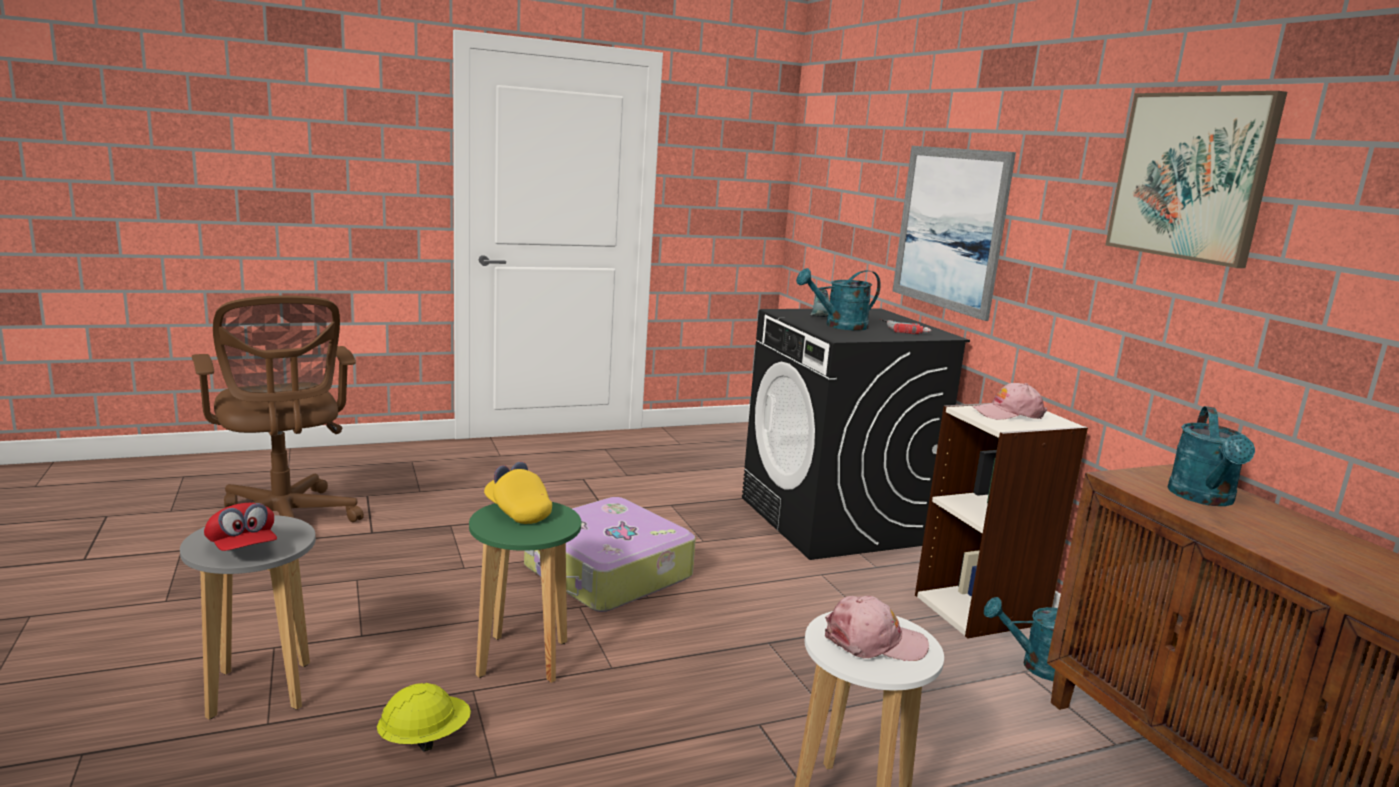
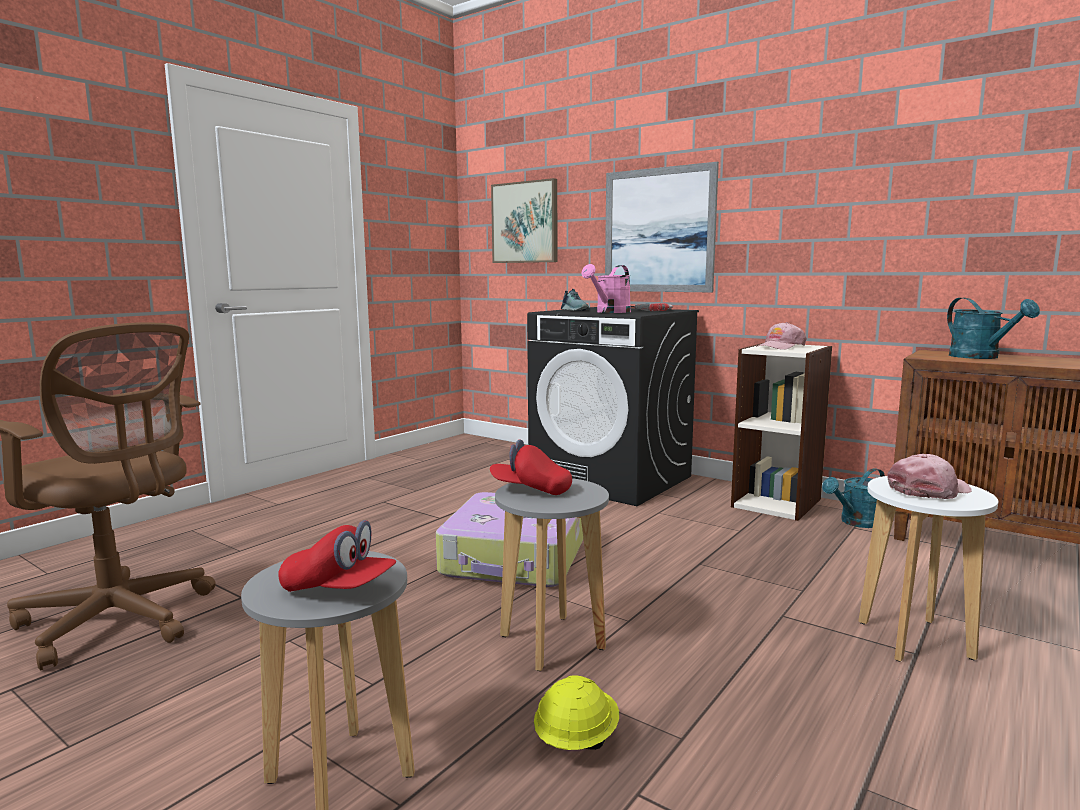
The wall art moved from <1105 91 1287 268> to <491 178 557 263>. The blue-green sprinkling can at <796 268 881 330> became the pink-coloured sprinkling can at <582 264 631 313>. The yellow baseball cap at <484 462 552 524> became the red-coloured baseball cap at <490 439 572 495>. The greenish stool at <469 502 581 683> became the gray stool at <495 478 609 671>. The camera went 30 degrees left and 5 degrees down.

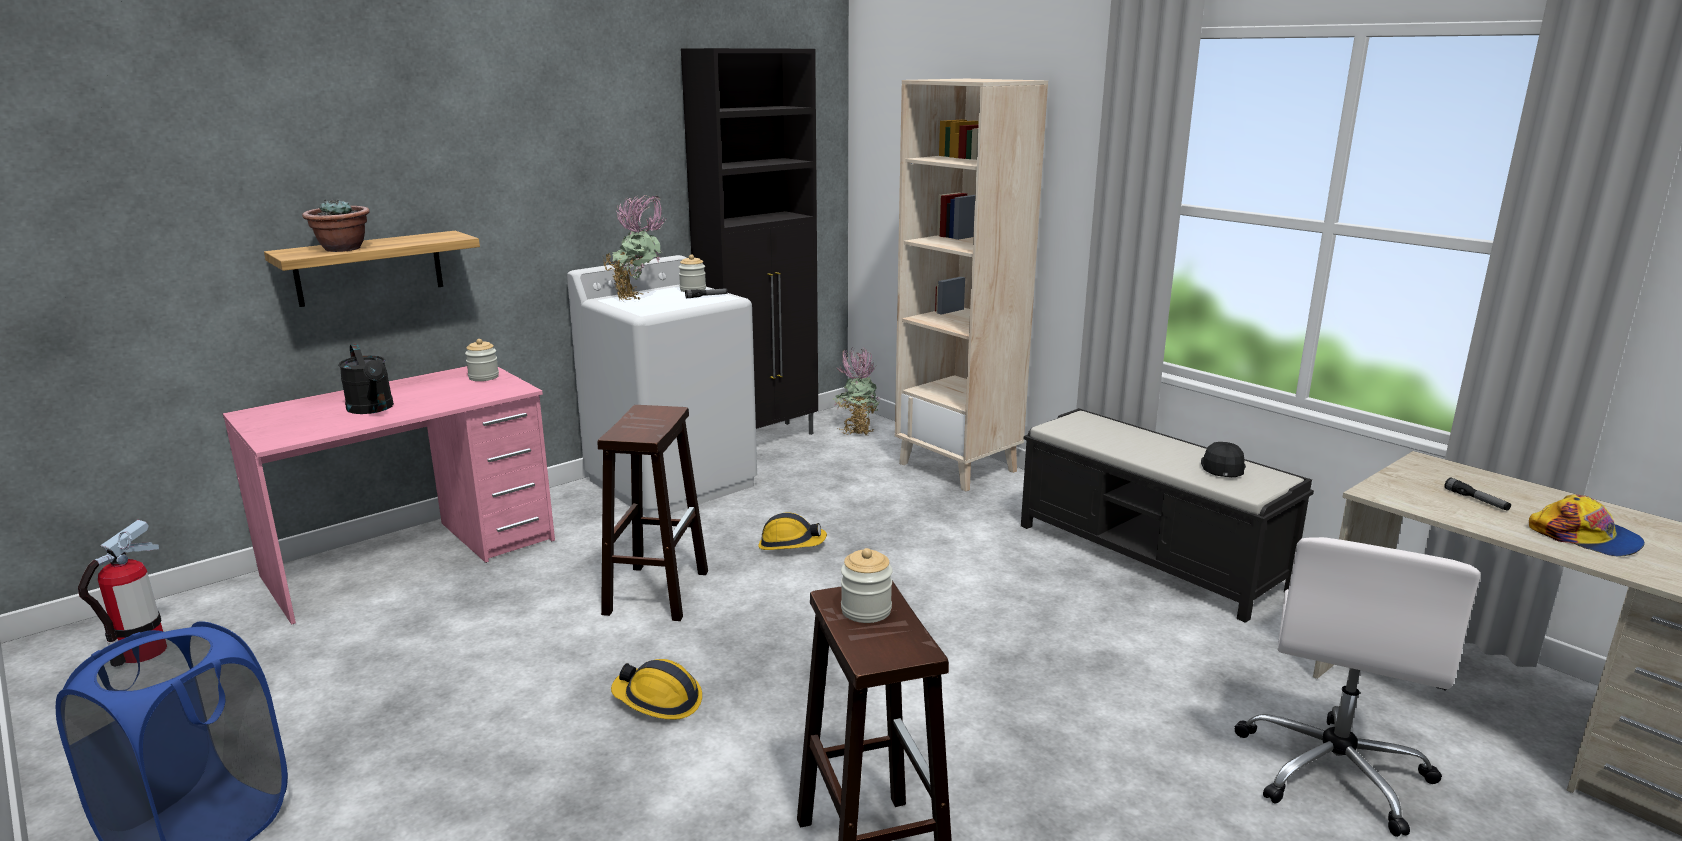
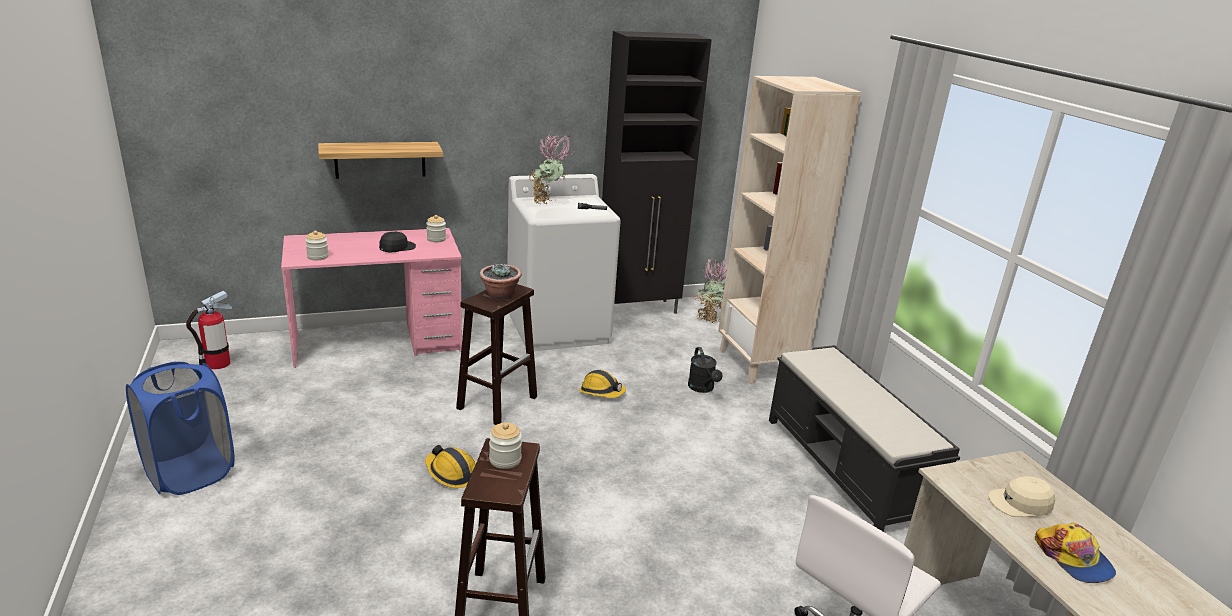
The houseplant moved from <302 198 370 252> to <480 264 522 300>. The jar moved from <679 255 706 292> to <305 231 329 260>. The black-coloured sprinkling can moved from <338 344 394 414> to <688 347 723 393>. The black-coloured baseball cap moved from <1201 442 1246 477> to <379 232 416 252>. The torch at <1445 477 1511 511> was replaced by the beige baseball cap at <988 476 1055 517>. The camera went 20 degrees right and 5 degrees up.

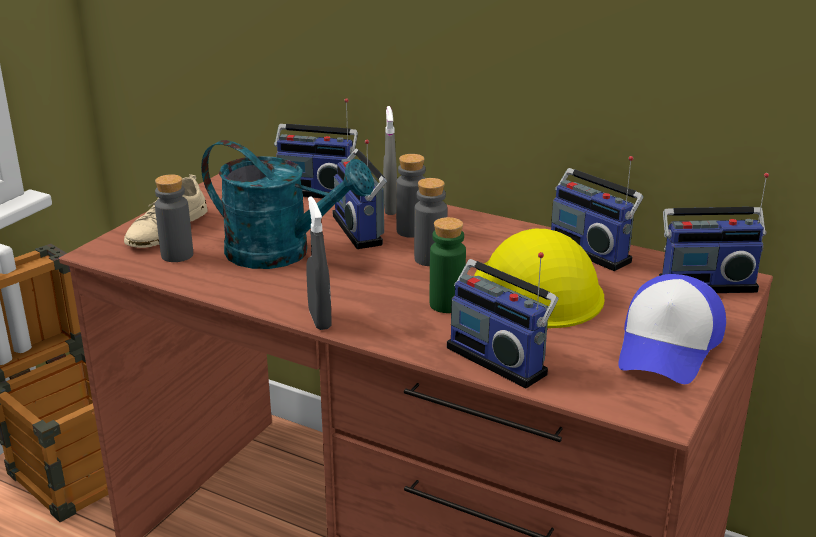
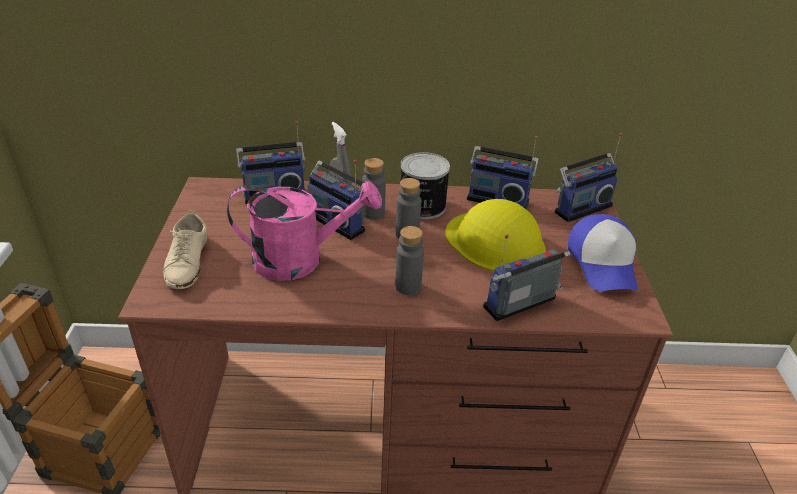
The blue-green sprinkling can at <201 140 374 269> became the pink-coloured sprinkling can at <227 181 382 281>. The gray bottle moved from <155 174 193 262> to <395 226 424 295>. The gray sprayer at <306 196 332 330> disappeared. The greenish bottle at <430 217 466 313> disappeared. The radio receiver at <447 252 559 388> turned 135 degrees clockwise. The can at <400 152 450 219> appeared. The camera went 30 degrees left and 10 degrees up.

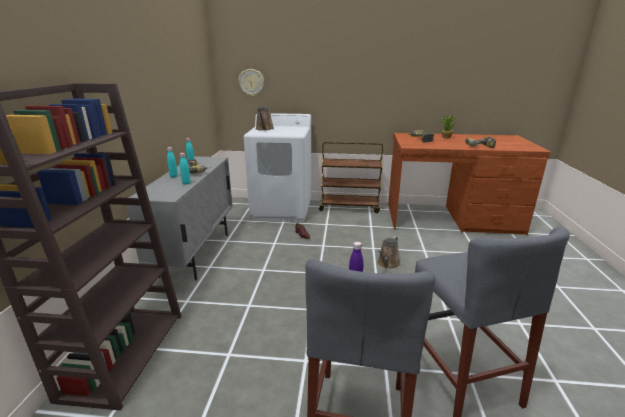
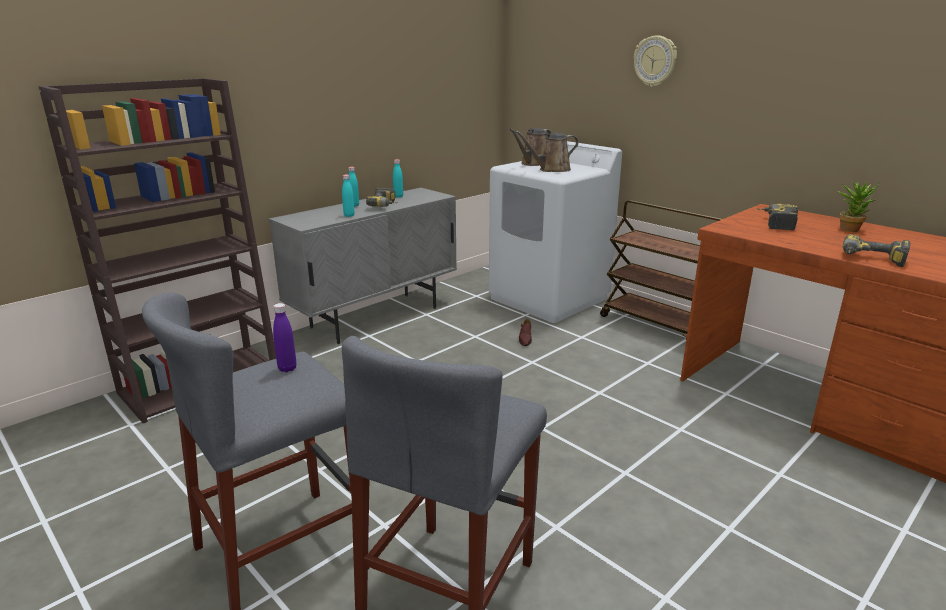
The hanging clock moved from <239 69 264 96> to <634 35 677 87>. The brown sprinkling can moved from <377 236 400 269> to <515 131 579 172>. The camera went 40 degrees right and 0 degrees up.

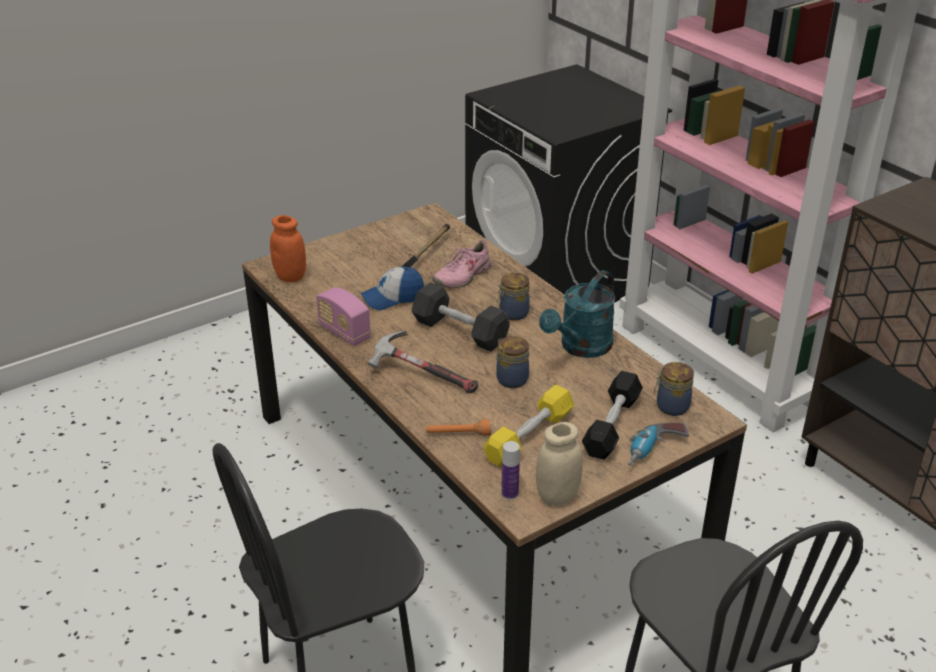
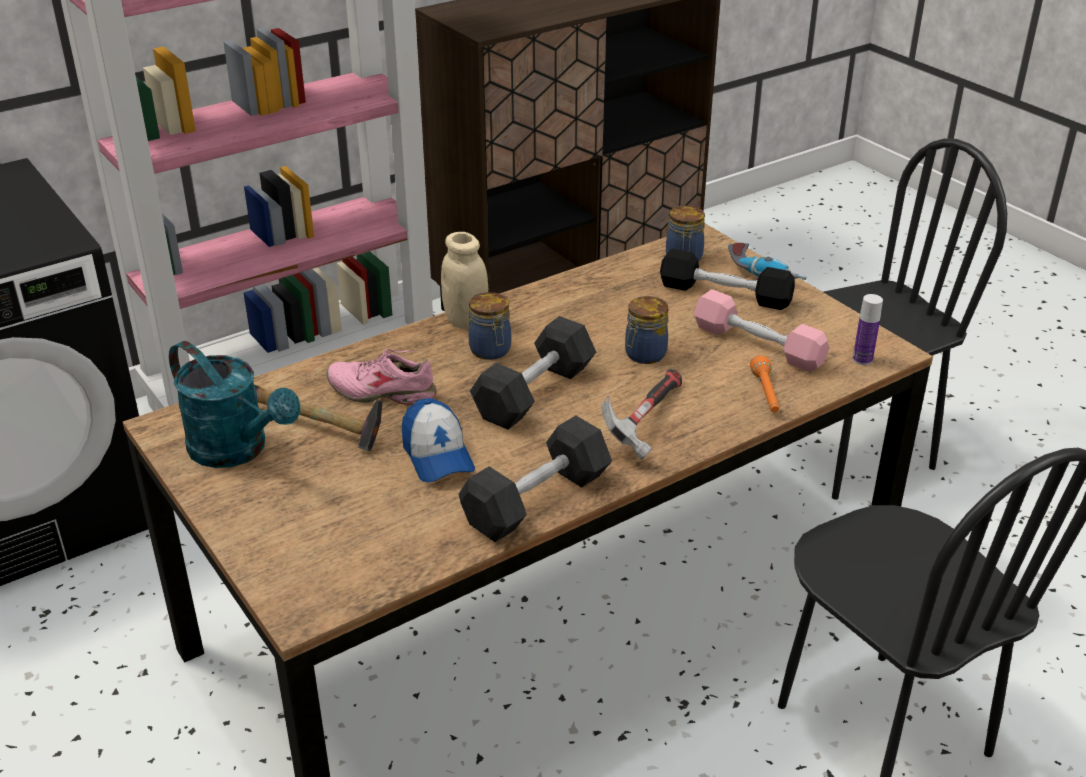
The orange jar at <270 215 306 282> disappeared. The pink-coloured shoe at <432 240 493 288> turned 150 degrees clockwise. The blue-green sprinkling can moved from <539 270 615 358> to <169 341 300 468>. The radio receiver at <316 287 371 346> was replaced by the black-coloured dumbbell at <459 416 612 542>. The yellow dumbbell at <484 385 574 467> became the pink-coloured dumbbell at <694 289 829 372>. The beige jar moved from <536 422 583 506> to <441 232 488 329>. The camera went 90 degrees left and 0 degrees up.

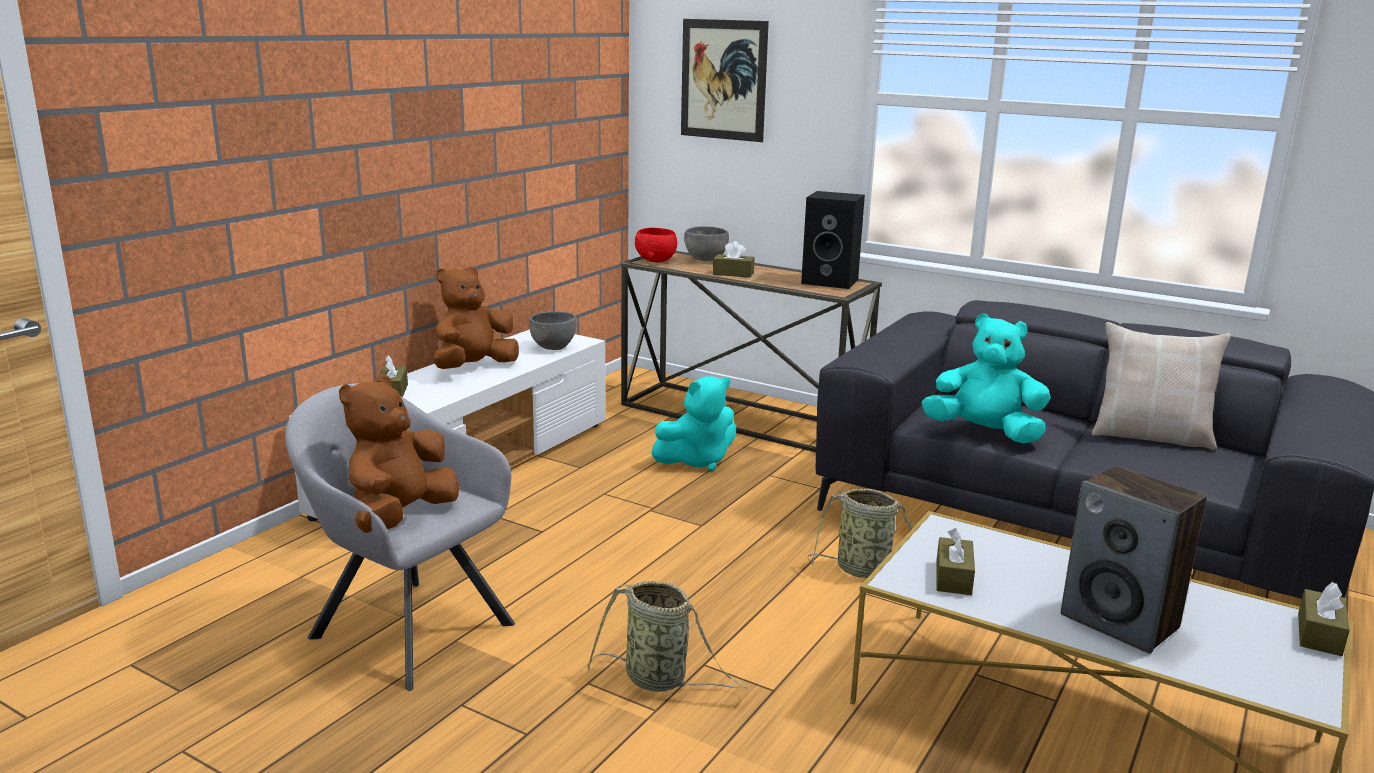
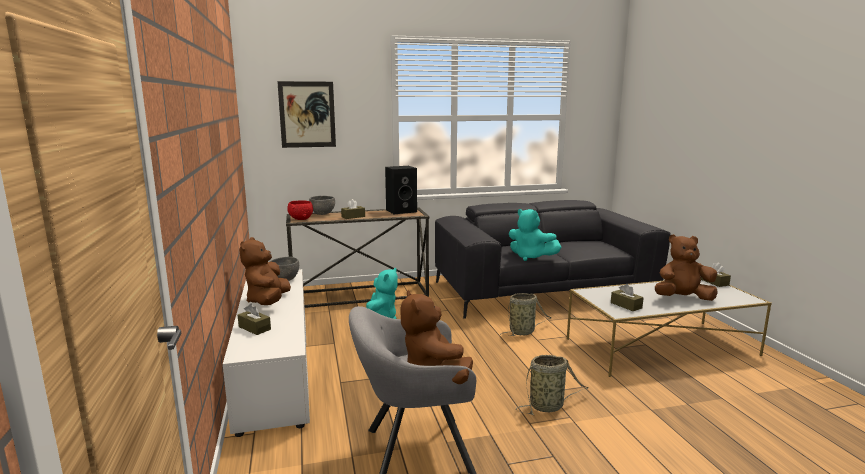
The blue-green cuddly toy at <922 314 1051 444> turned 120 degrees counterclockwise. The beige throw pillow at <1092 322 1231 450> disappeared. The speaker at <1061 466 1207 654> was replaced by the brown cuddly toy at <655 234 718 301>. The camera went 45 degrees left and 5 degrees down.

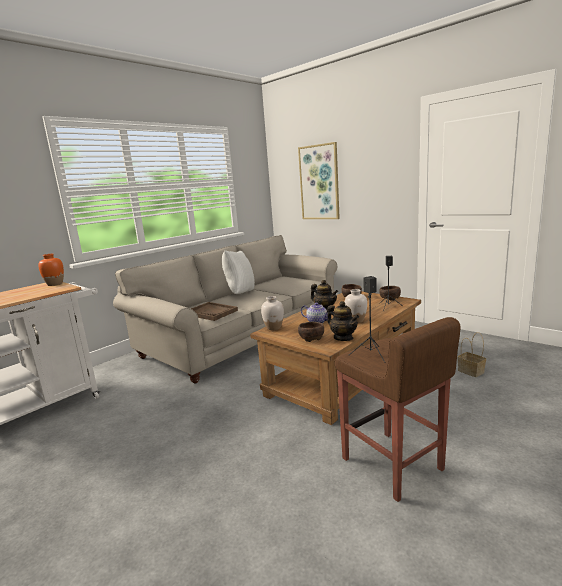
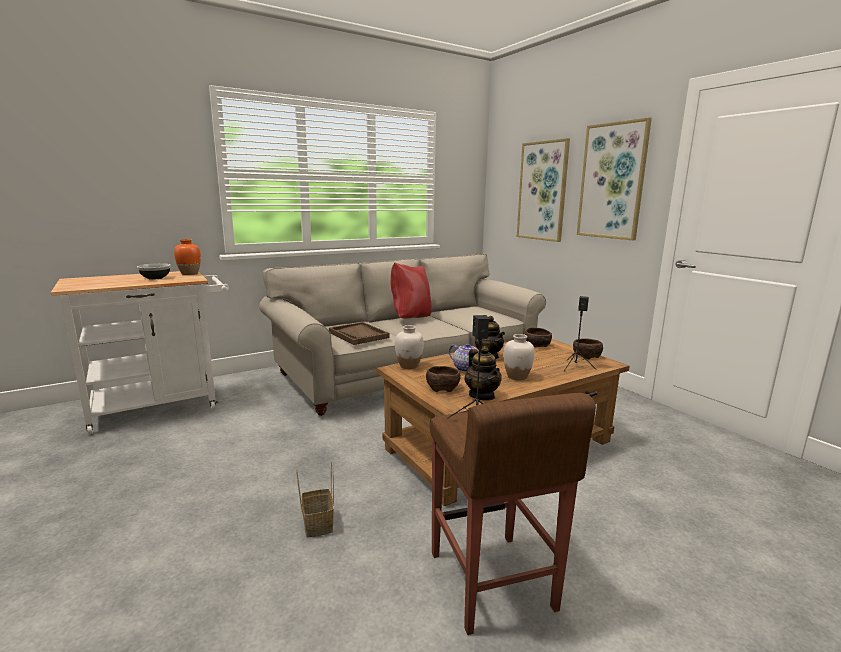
The white throw pillow at <222 251 255 294> became the red-coloured throw pillow at <391 262 431 319>. The basket moved from <458 332 486 377> to <296 461 334 537>. The wall art at <577 117 652 240> appeared. The deep dish at <137 263 171 280> appeared. The camera went 15 degrees right and 0 degrees up.

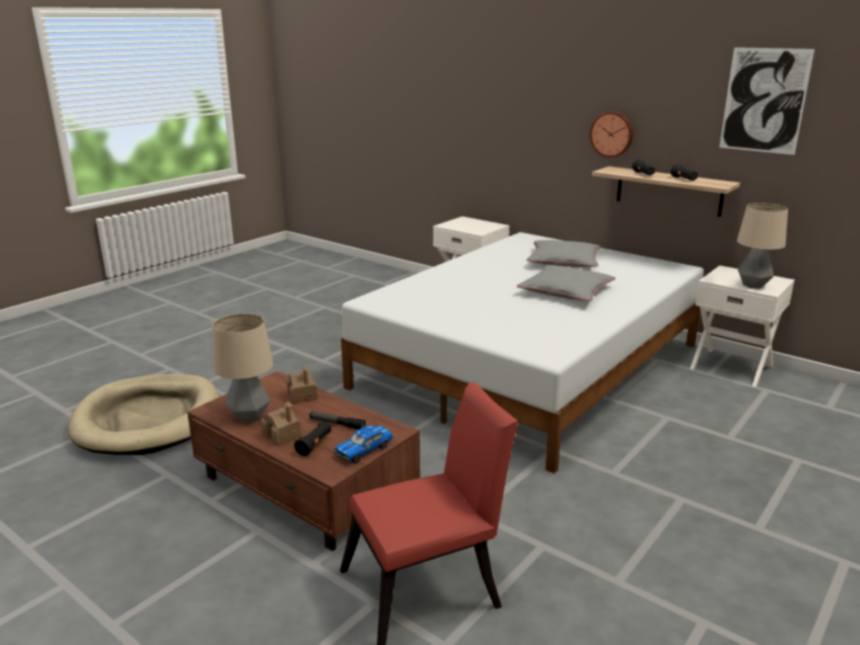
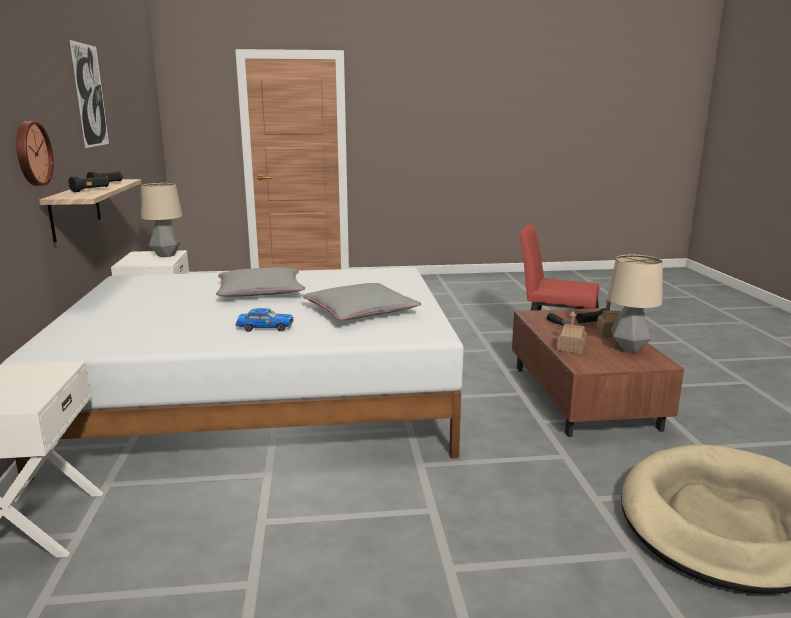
The gray throw pillow moved from <527 240 601 267> to <303 283 421 320>. The miniature car moved from <334 425 394 463> to <236 308 294 332>. The camera went 135 degrees left and 5 degrees down.

